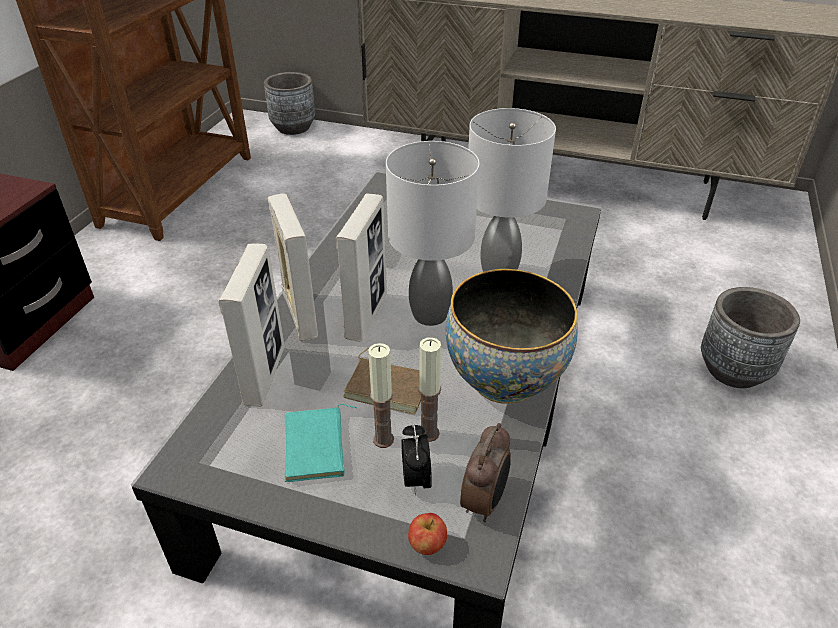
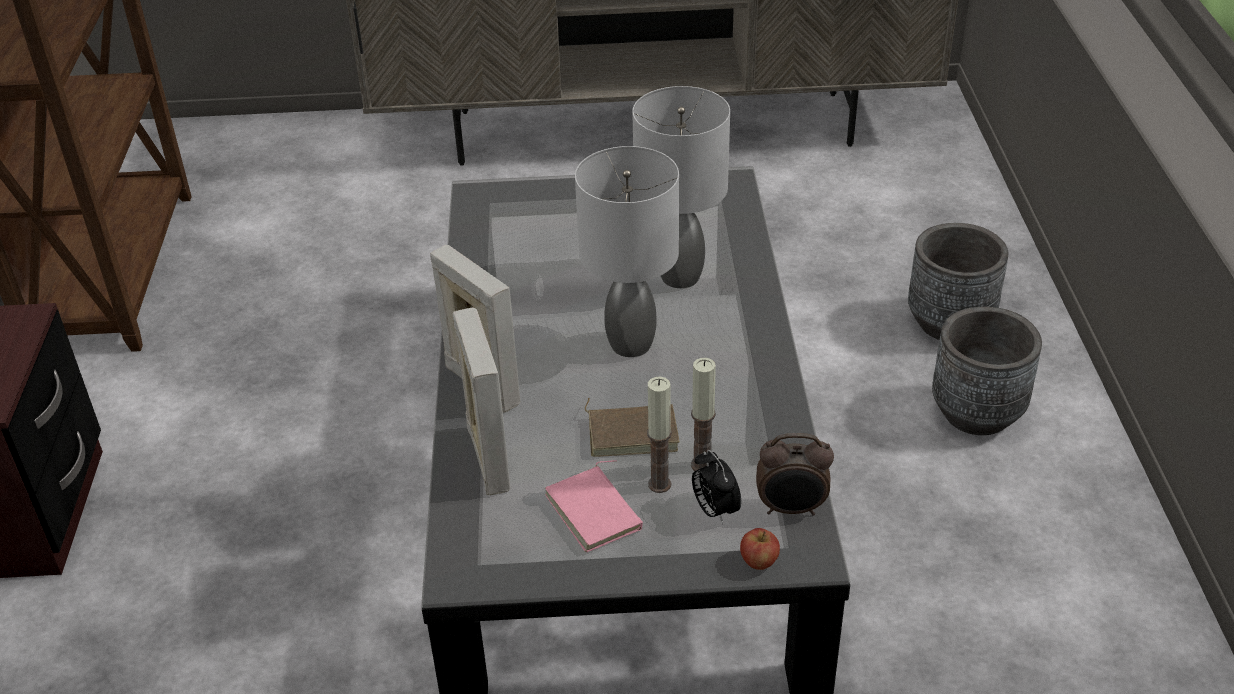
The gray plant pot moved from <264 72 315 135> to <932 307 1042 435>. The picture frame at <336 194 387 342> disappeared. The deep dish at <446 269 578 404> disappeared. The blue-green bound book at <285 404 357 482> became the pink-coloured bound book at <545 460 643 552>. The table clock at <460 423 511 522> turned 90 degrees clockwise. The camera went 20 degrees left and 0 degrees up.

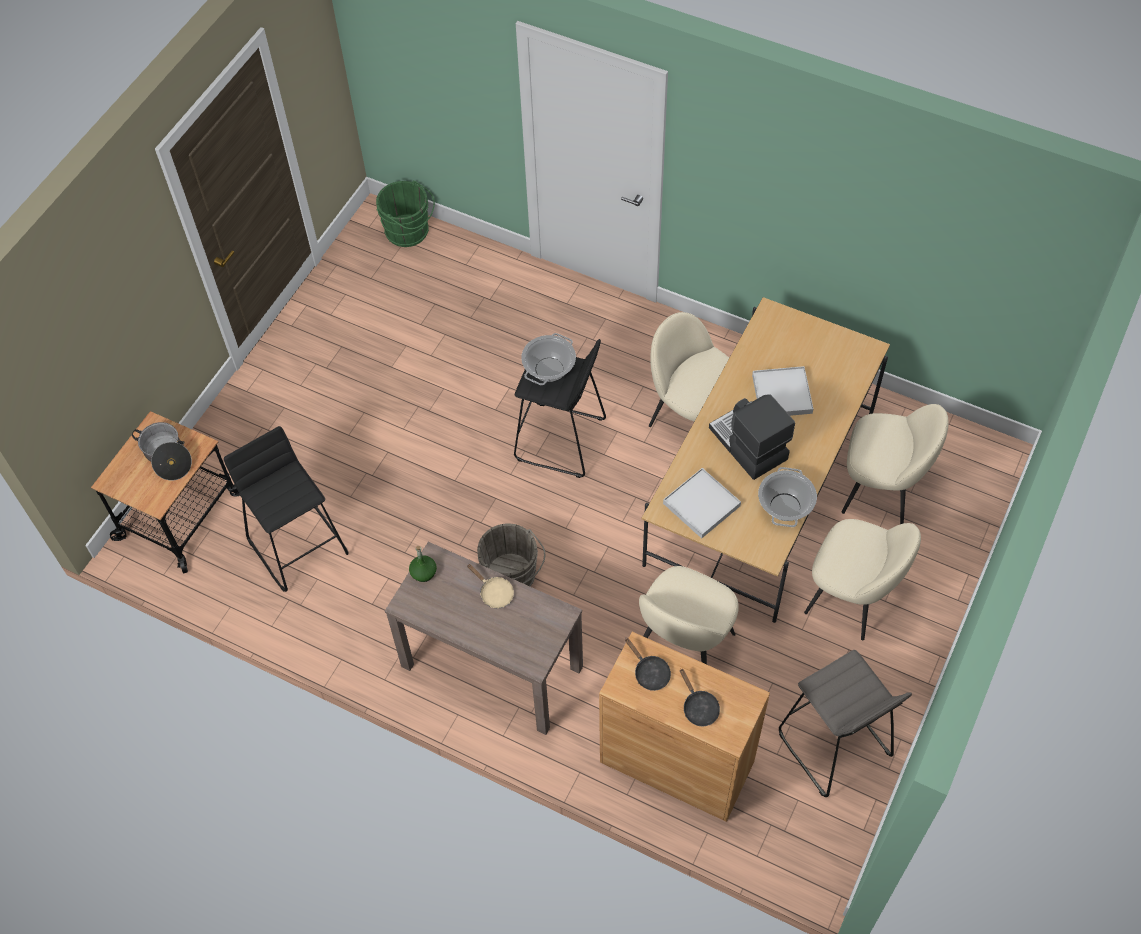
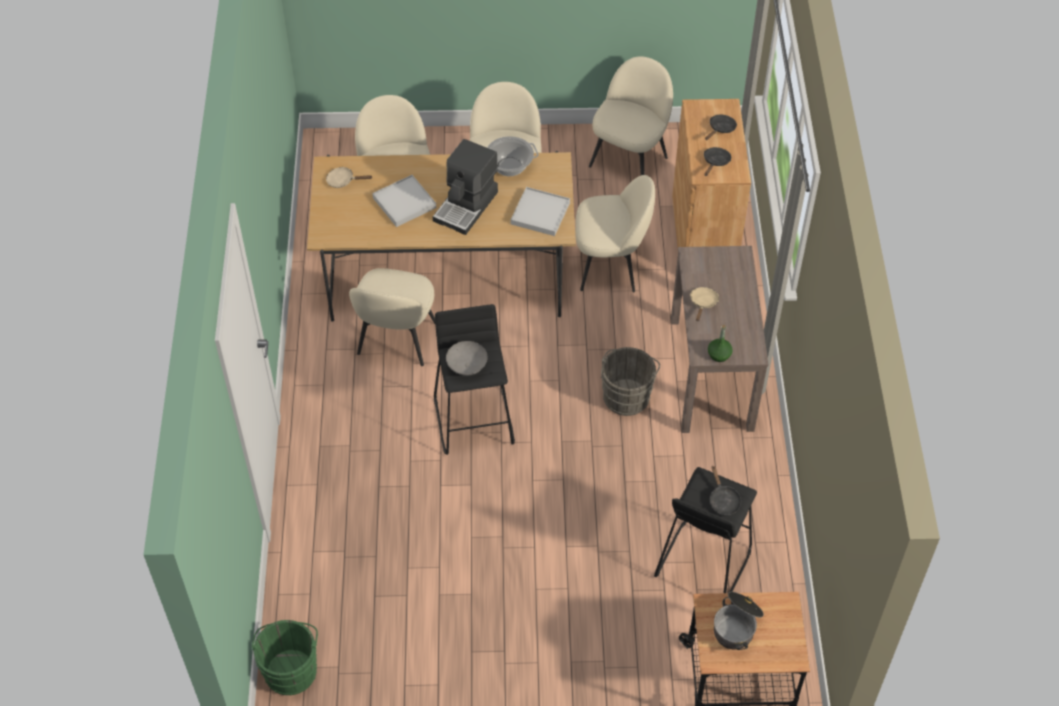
The stockpot at <521 333 576 385> was replaced by the gray deep dish at <446 341 487 376>. The gray stool at <779 650 912 797> was replaced by the beige plain chair at <589 56 673 175>. The beige skillet at <326 167 372 188> appeared. The black-coloured skillet at <710 465 741 515> appeared. The camera went 120 degrees left and 5 degrees down.

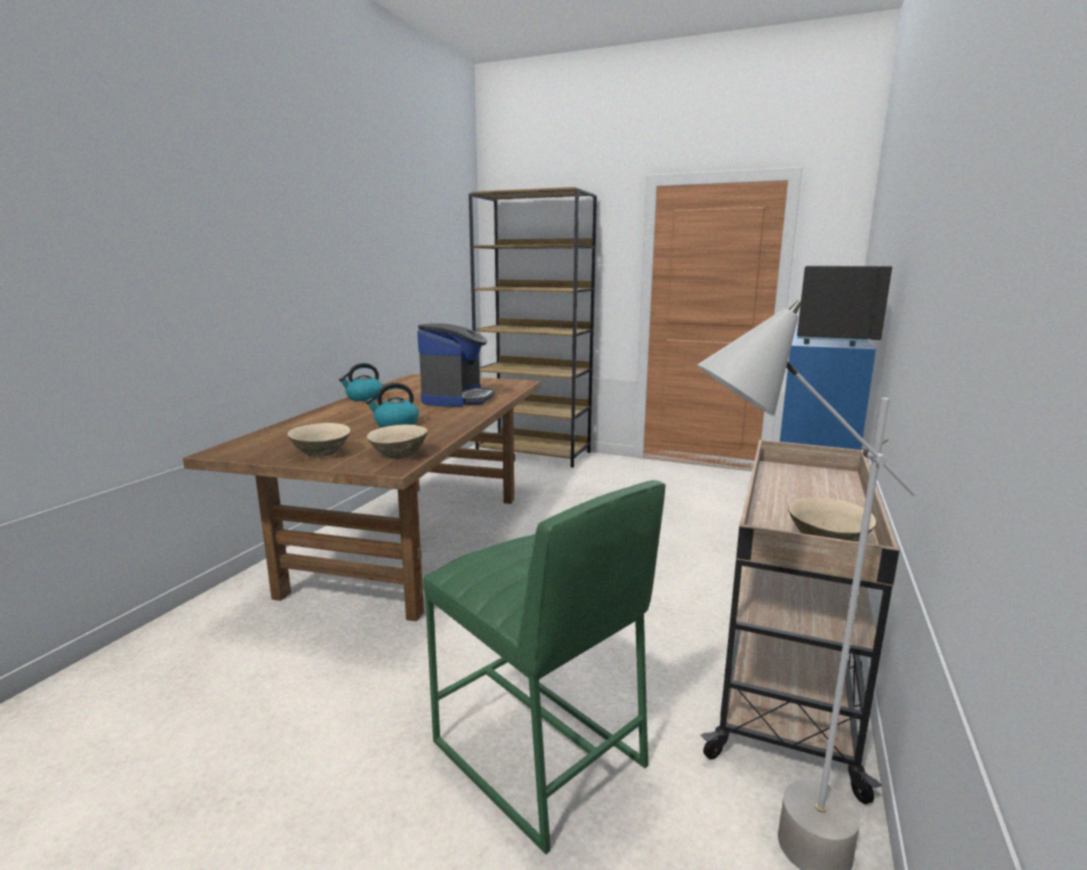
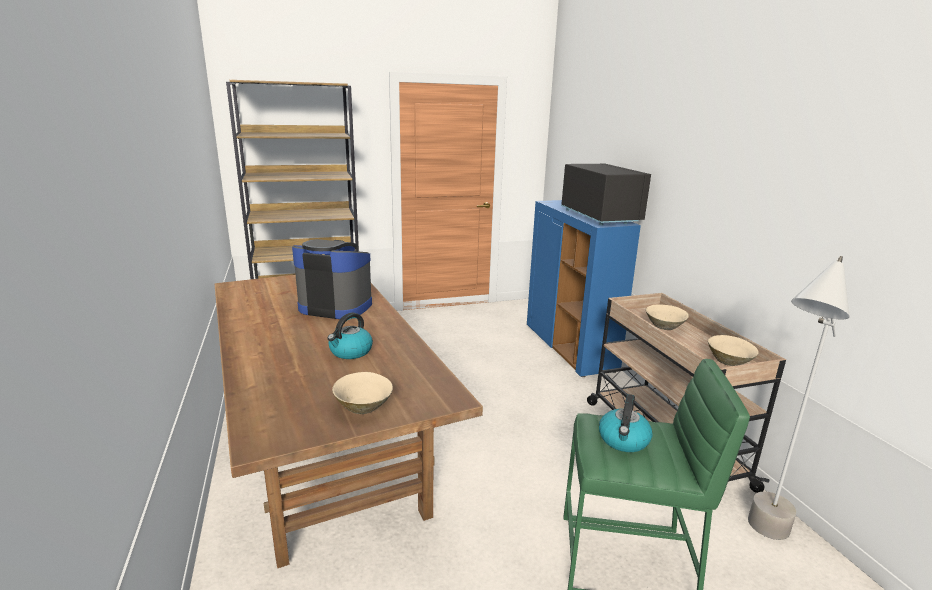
The coffee brewer at <417 323 495 407> turned 45 degrees counterclockwise. The water kettle moved from <339 363 383 401> to <599 394 653 452>. The beige deep dish moved from <367 425 428 459> to <646 305 689 330>. The camera went 40 degrees left and 5 degrees up.

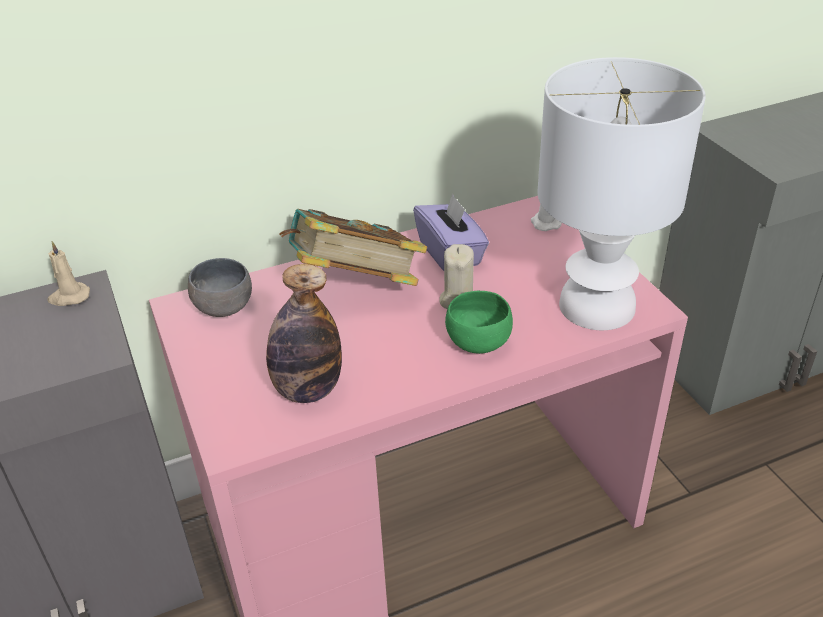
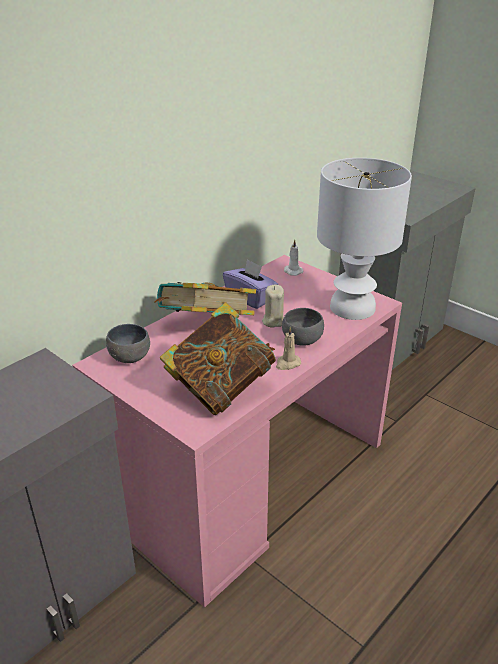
The beige wax light moved from <47 241 90 306> to <276 327 301 370>. The bottle at <266 264 342 403> was replaced by the bound book at <160 302 276 415>. The greenish deep dish at <445 291 513 354> became the gray deep dish at <282 308 324 346>. The camera went 25 degrees left and 5 degrees down.

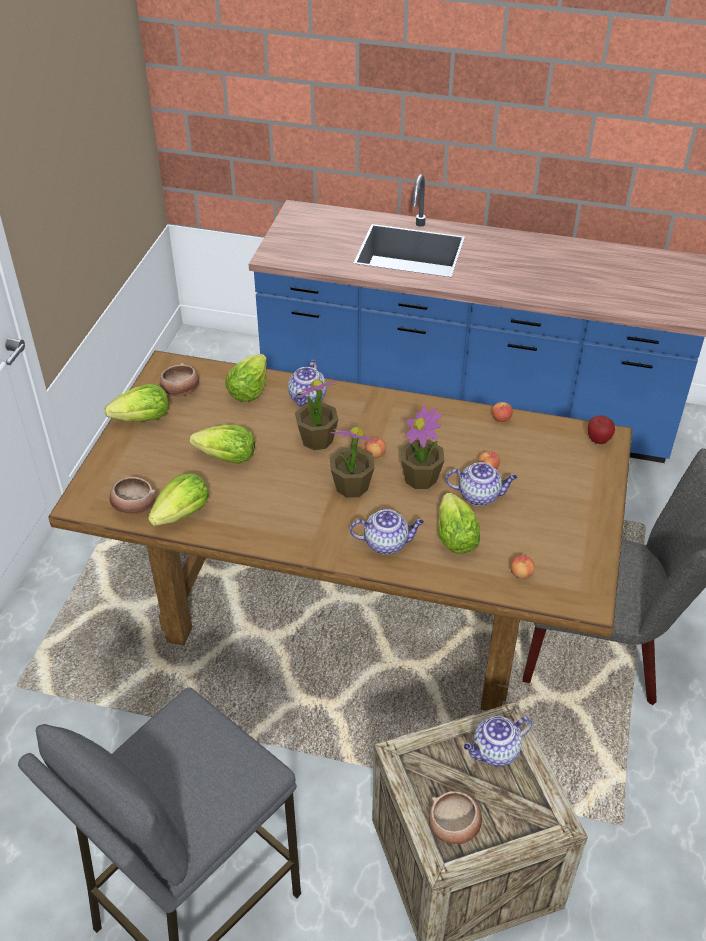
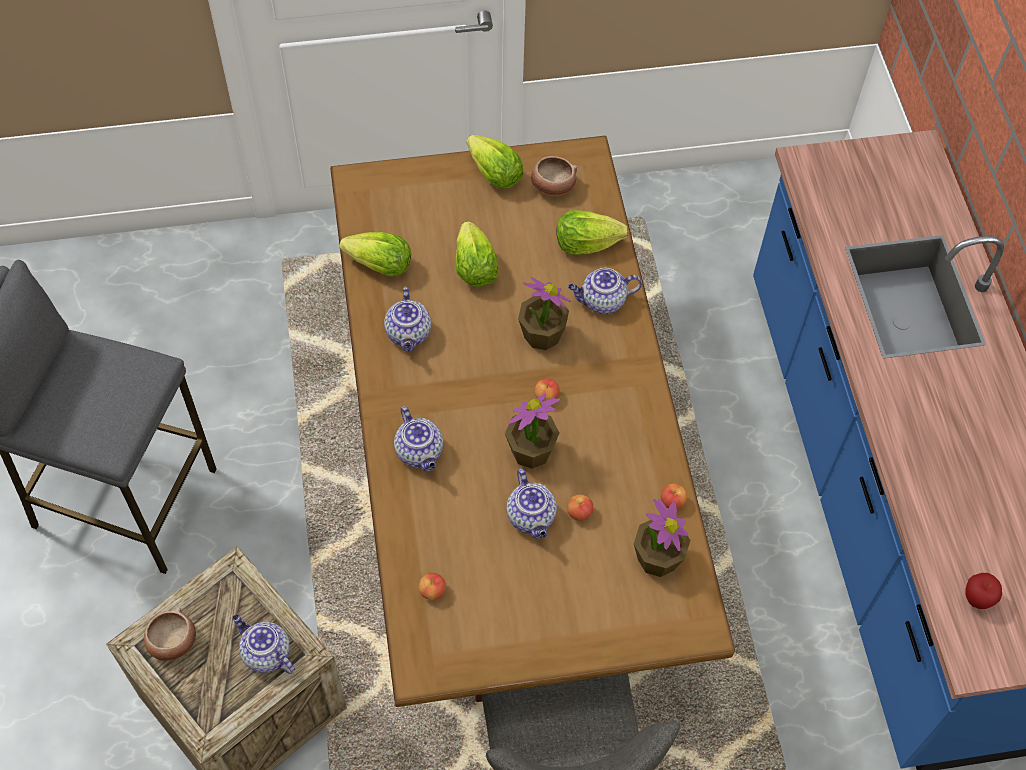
The whole apple moved from <588 416 615 444> to <965 573 1002 609>. The houseplant moved from <330 427 375 498> to <634 499 690 577>. The deep dish at <109 477 156 515> disappeared. The head of lettuce at <438 493 480 554> disappeared. The pot for tea at <384 287 431 352> appeared. The camera went 65 degrees right and 15 degrees up.

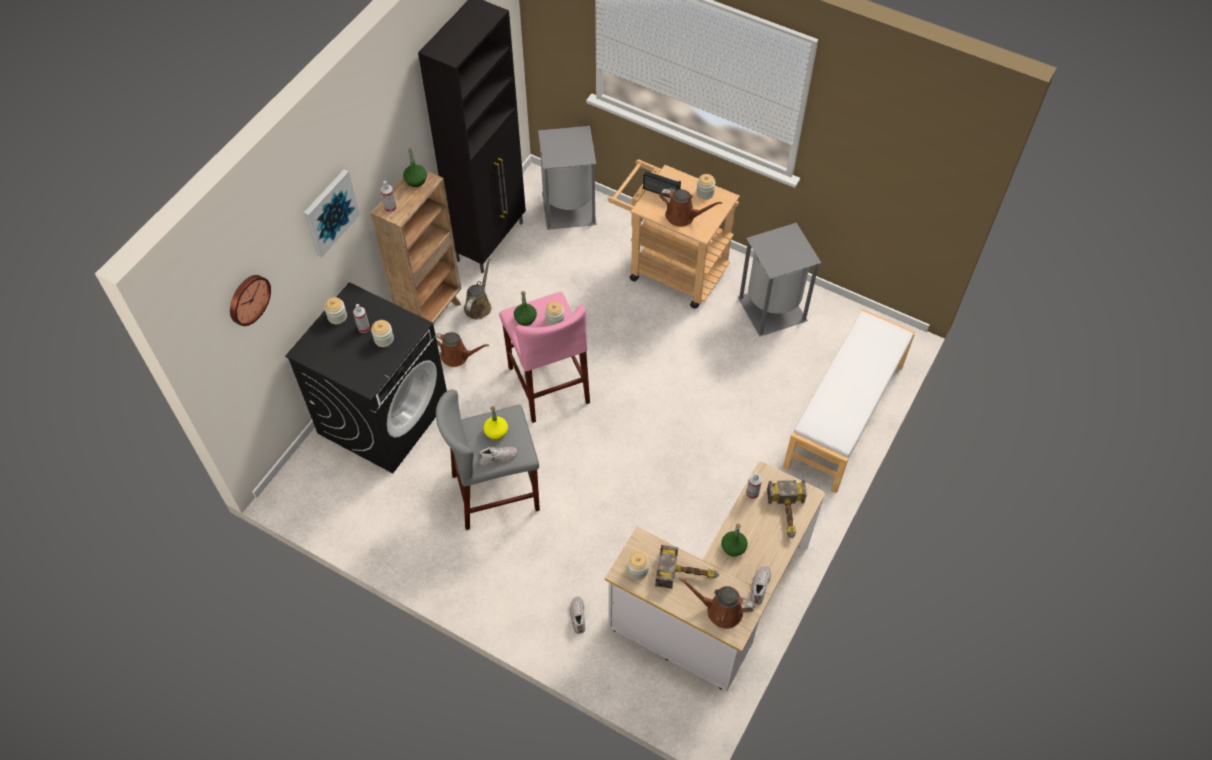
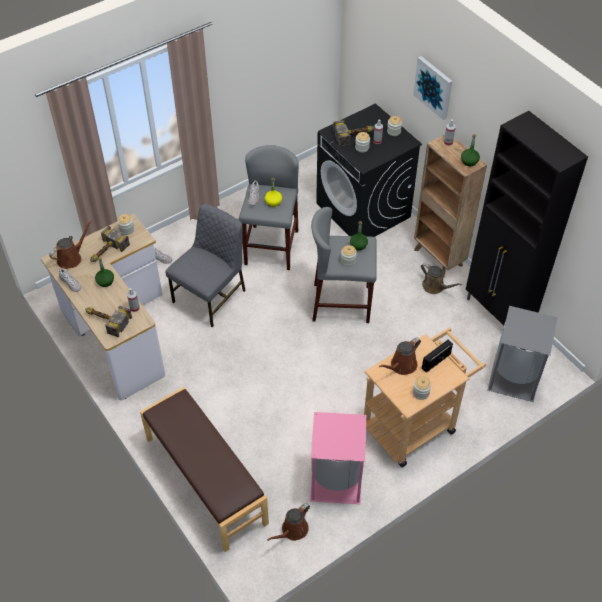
The gray trash can at <738 223 821 336> became the pink-coloured trash can at <310 412 366 504>. The hanging clock at <230 275 271 326> disappeared. The pink-coloured stool at <499 292 590 423> became the gray stool at <311 207 377 323>. The white indoor bench at <783 309 915 493> became the brown indoor bench at <140 387 269 552>. The brown sprinkling can moved from <435 332 489 367> to <267 503 310 541>. The tool hammer at <333 120 374 146> appeared. The gray plain chair at <166 204 246 327> appeared. The camera went 115 degrees right and 5 degrees down.

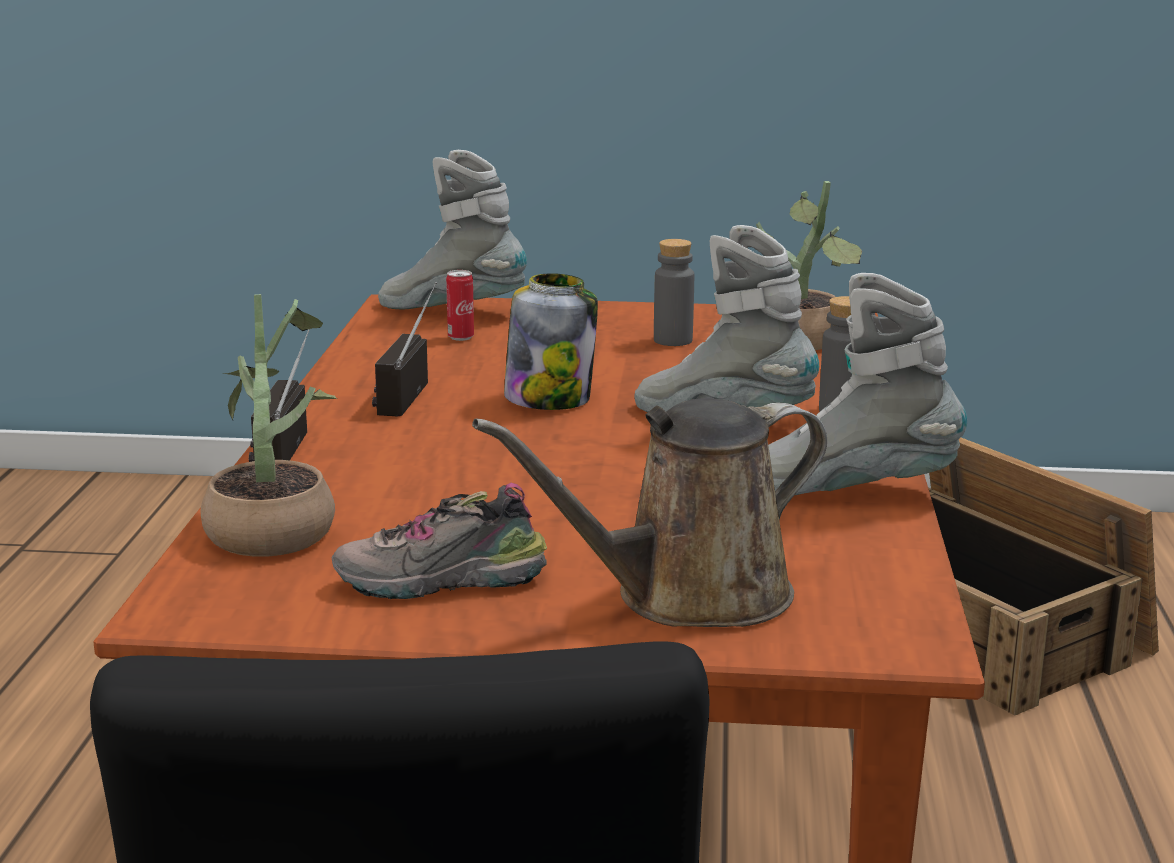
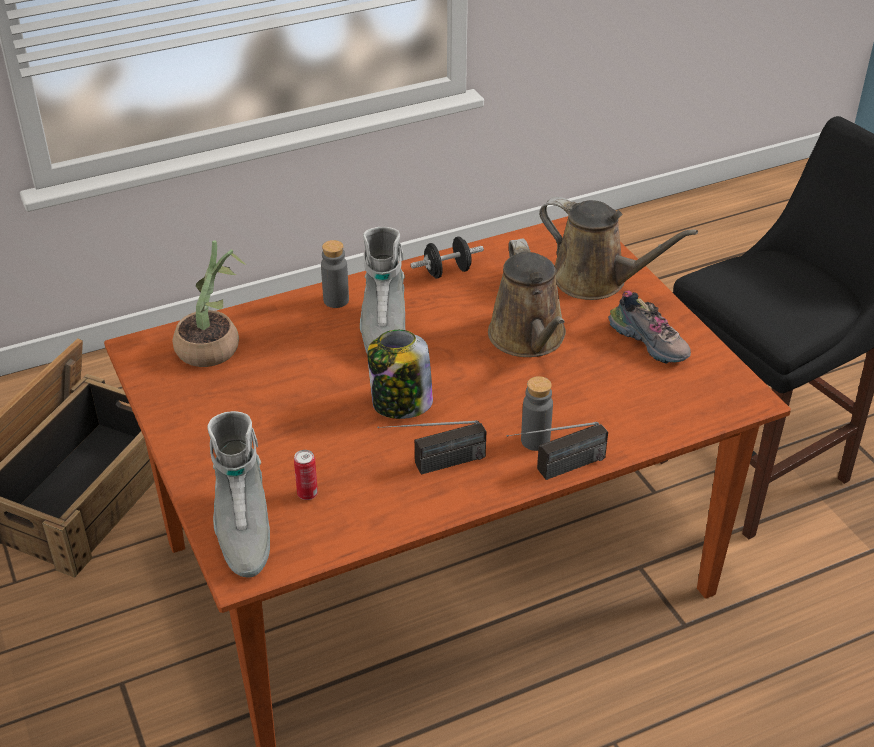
The gray bottle moved from <654 239 694 346> to <521 376 553 451>. The gray boot at <768 273 967 495> was replaced by the black-coloured dumbbell at <410 236 484 279>. The houseplant at <200 294 337 557> disappeared. The brown sprinkling can at <488 238 566 357> appeared. The camera went 120 degrees left and 20 degrees up.

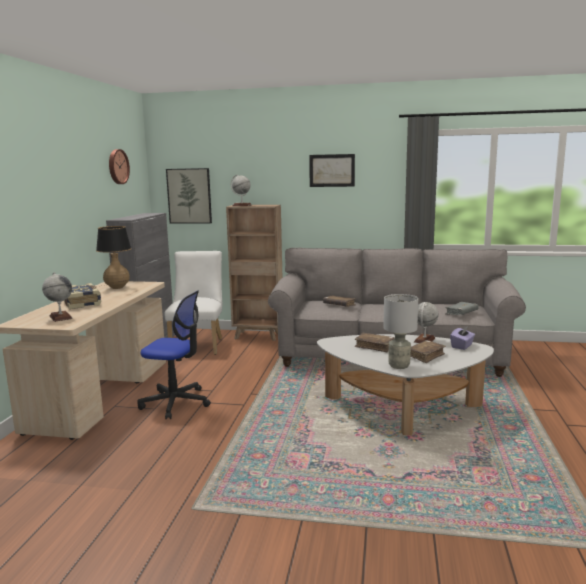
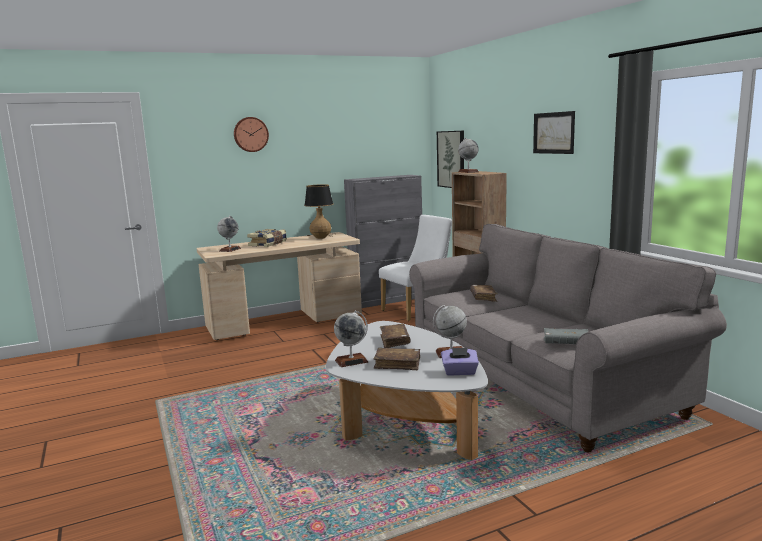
The hanging clock moved from <109 149 130 184> to <234 117 269 152>. The office chair at <137 290 211 419> disappeared. The gray lamp for a table at <383 294 418 369> was replaced by the world globe at <334 311 368 367>. The camera went 55 degrees right and 0 degrees up.

